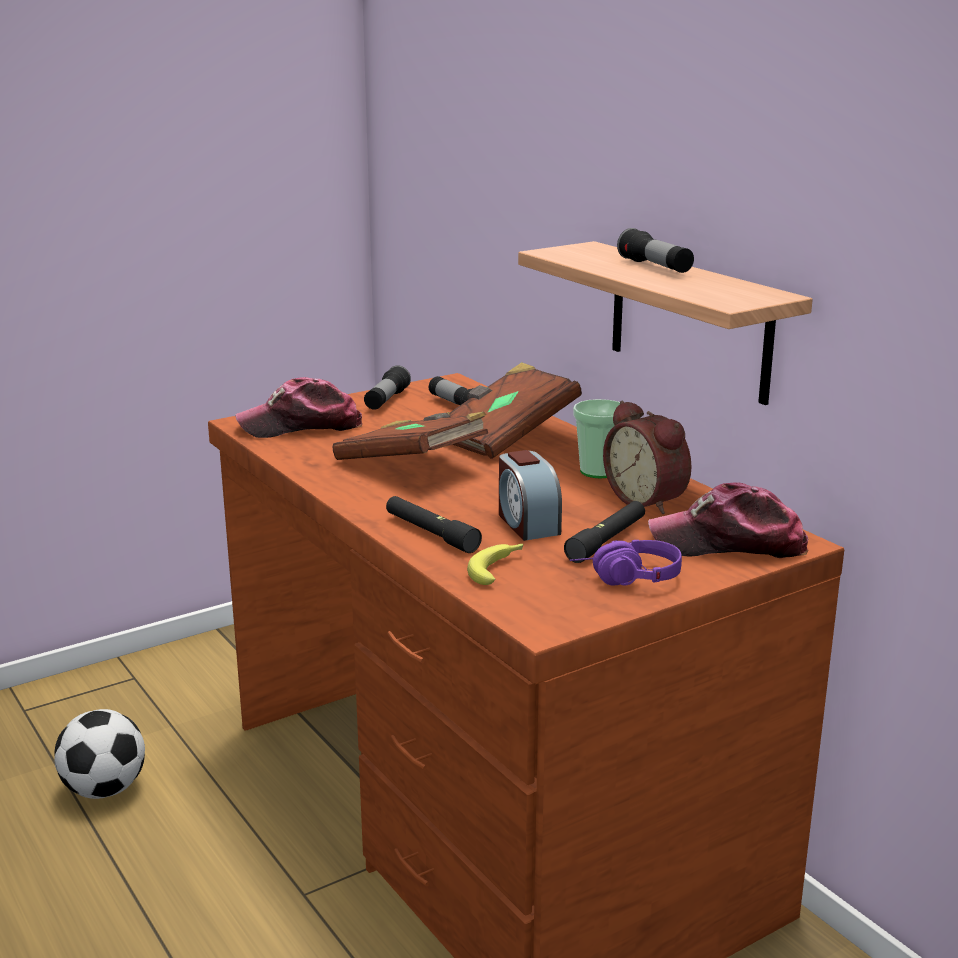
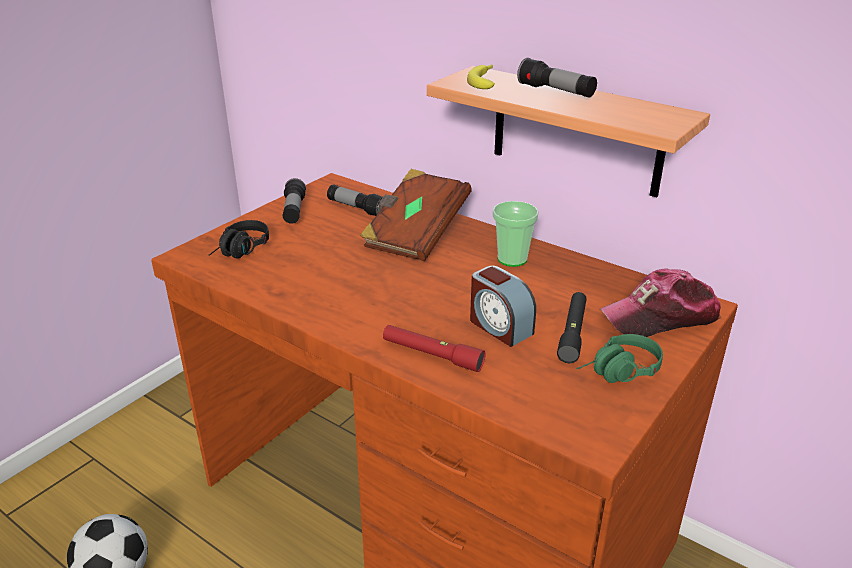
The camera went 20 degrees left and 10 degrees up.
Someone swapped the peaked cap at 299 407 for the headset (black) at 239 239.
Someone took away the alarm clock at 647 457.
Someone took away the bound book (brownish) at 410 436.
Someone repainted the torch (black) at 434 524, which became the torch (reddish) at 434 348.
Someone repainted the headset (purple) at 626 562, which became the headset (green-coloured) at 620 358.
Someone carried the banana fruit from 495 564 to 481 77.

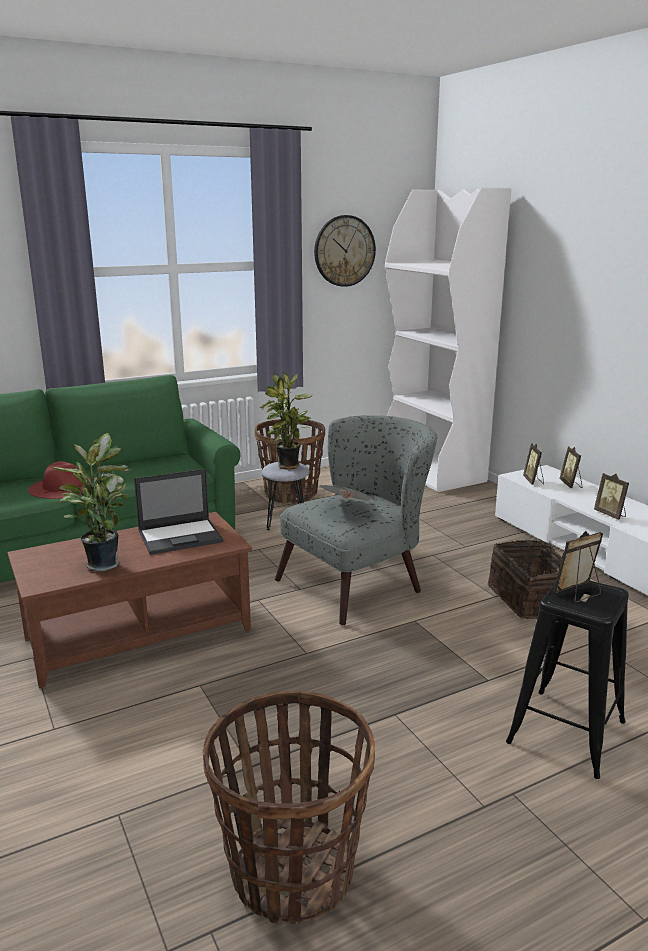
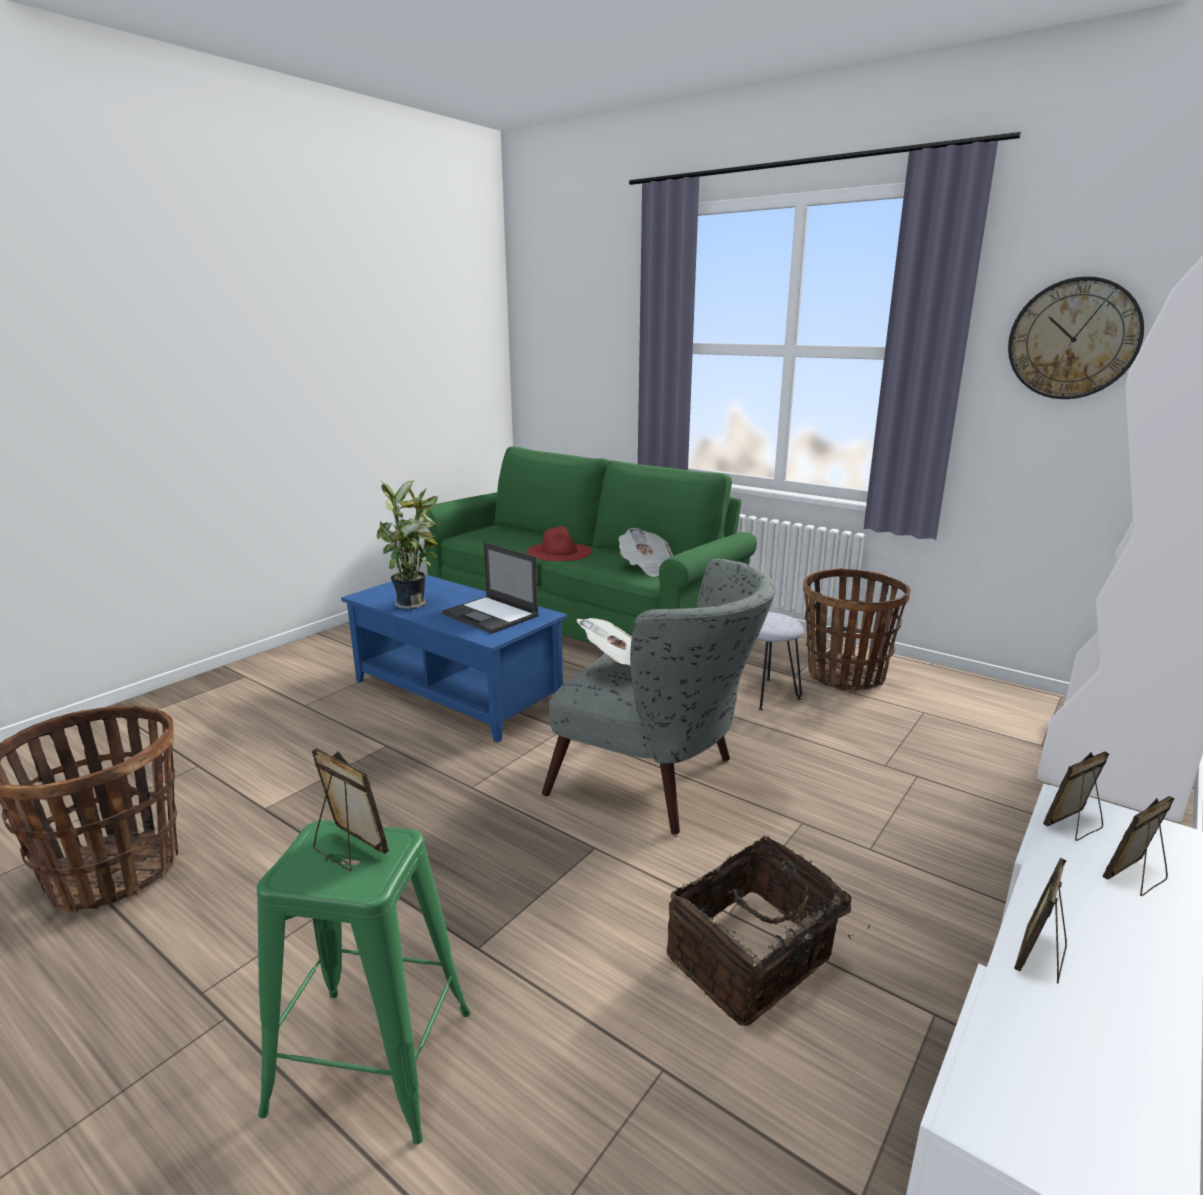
The camera went 65 degrees right and 0 degrees up.
Someone took away the potted plant at 285 420.
Someone repainted the coffee table (brownish) at 129 600, which became the coffee table (blue) at 454 659.
Someone repainted the sitting stool (black) at 567 680, which became the sitting stool (green-coloured) at 364 982.
Someone put down the printed paper at 645 552.

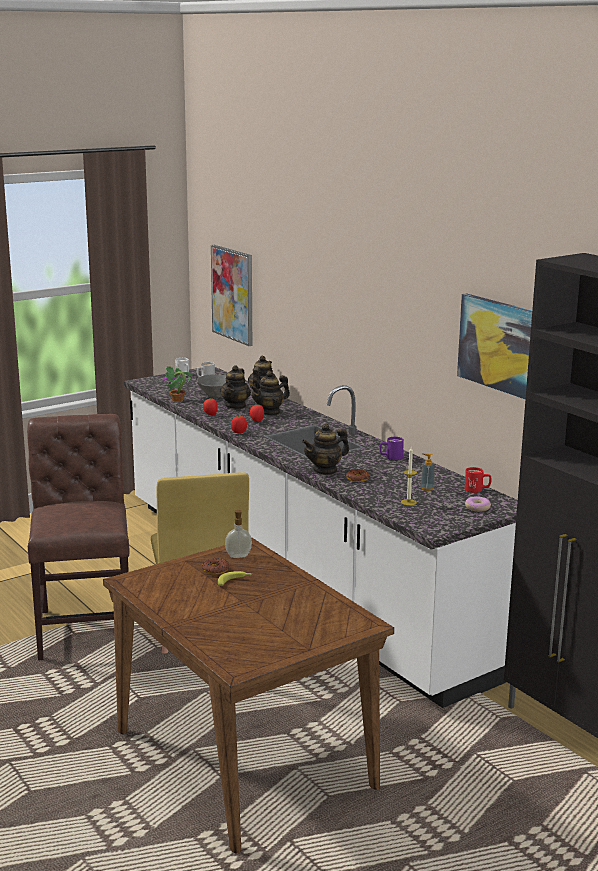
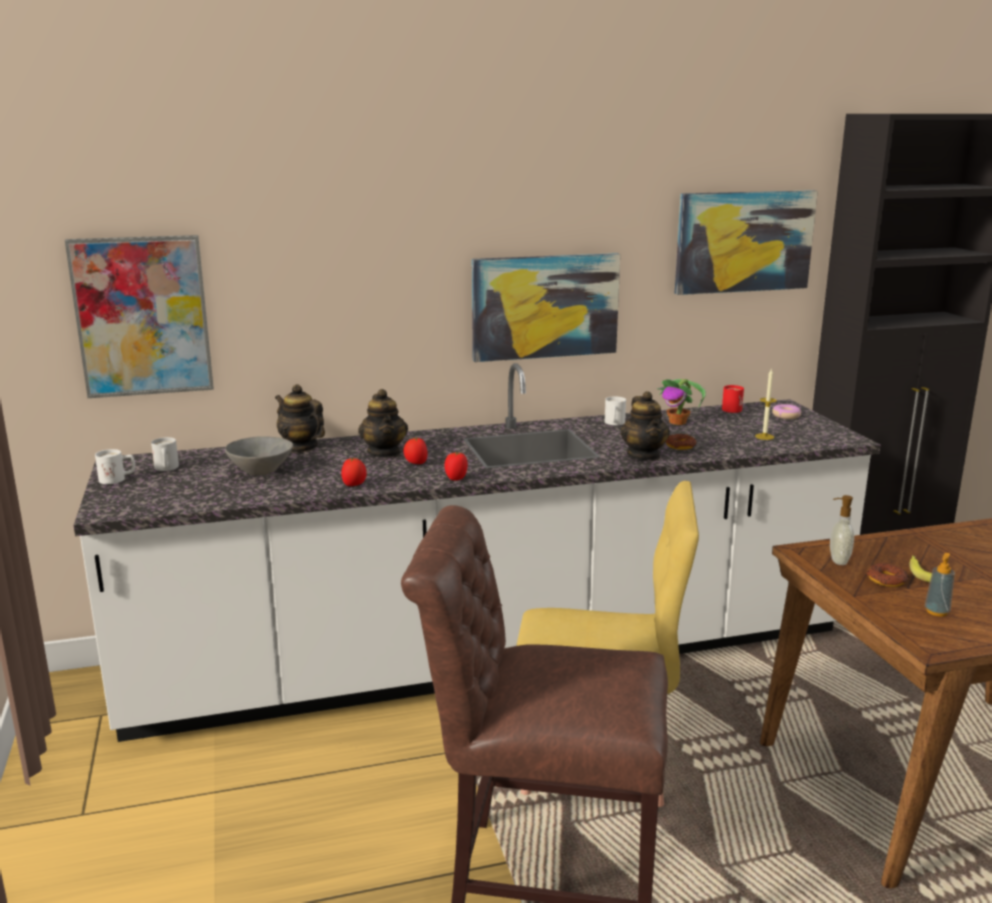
The camera went 70 degrees left and 0 degrees up.
Someone took away the teapot at 235 387.
Someone carried the potted plant from 178 384 to 681 402.
Someone repainted the coffee mug (purple) at 391 448, which became the coffee mug (whitish) at 615 410.
Someone carried the liquid soap bottle from 428 472 to 940 584.
Someone put up the wall picture at 546 307.

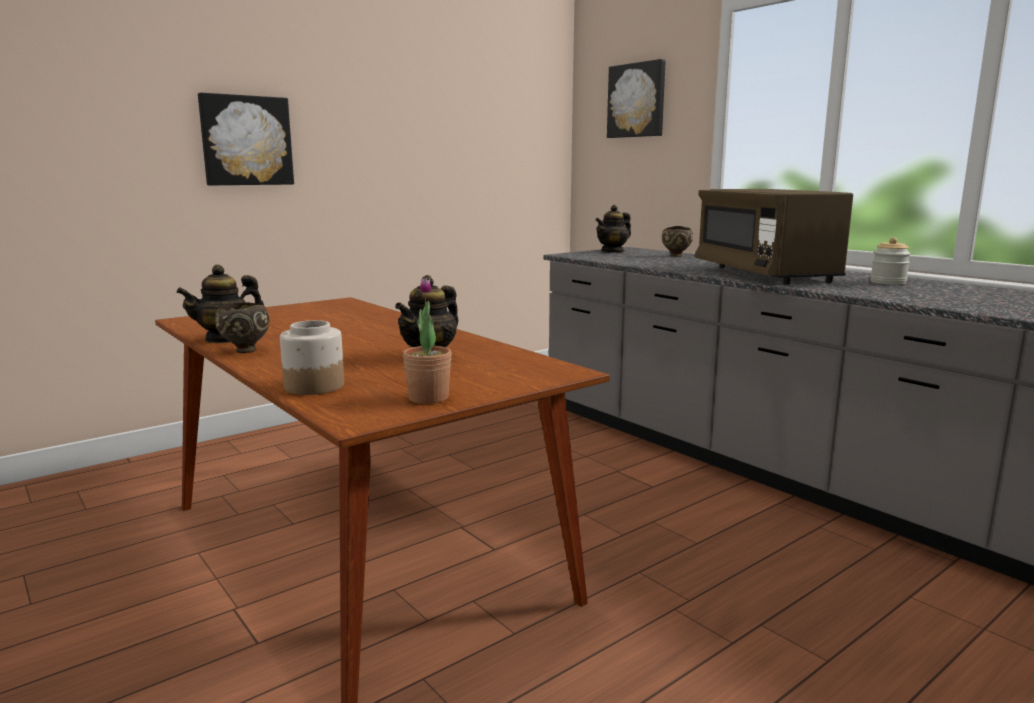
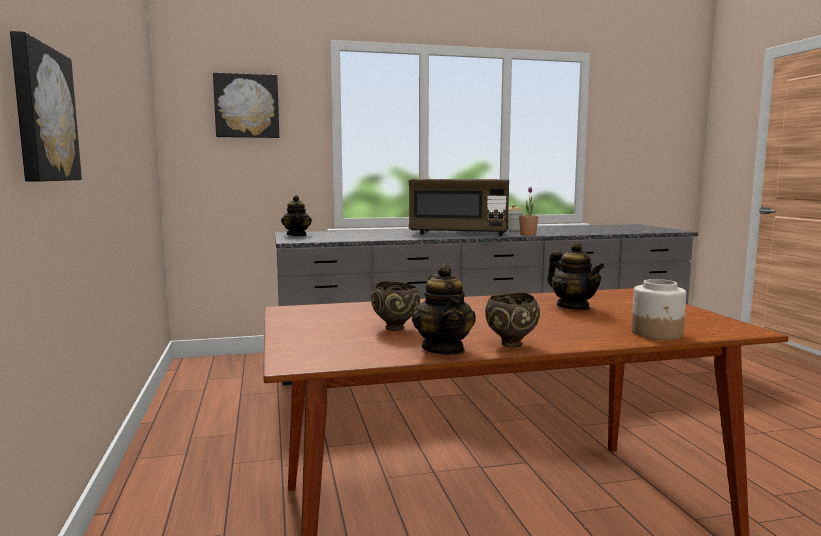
The camera went 65 degrees left and 5 degrees down.
Someone carried the deep dish (brownish) from 677 241 to 395 306.
Someone carried the potted plant from 427 341 to 528 211.

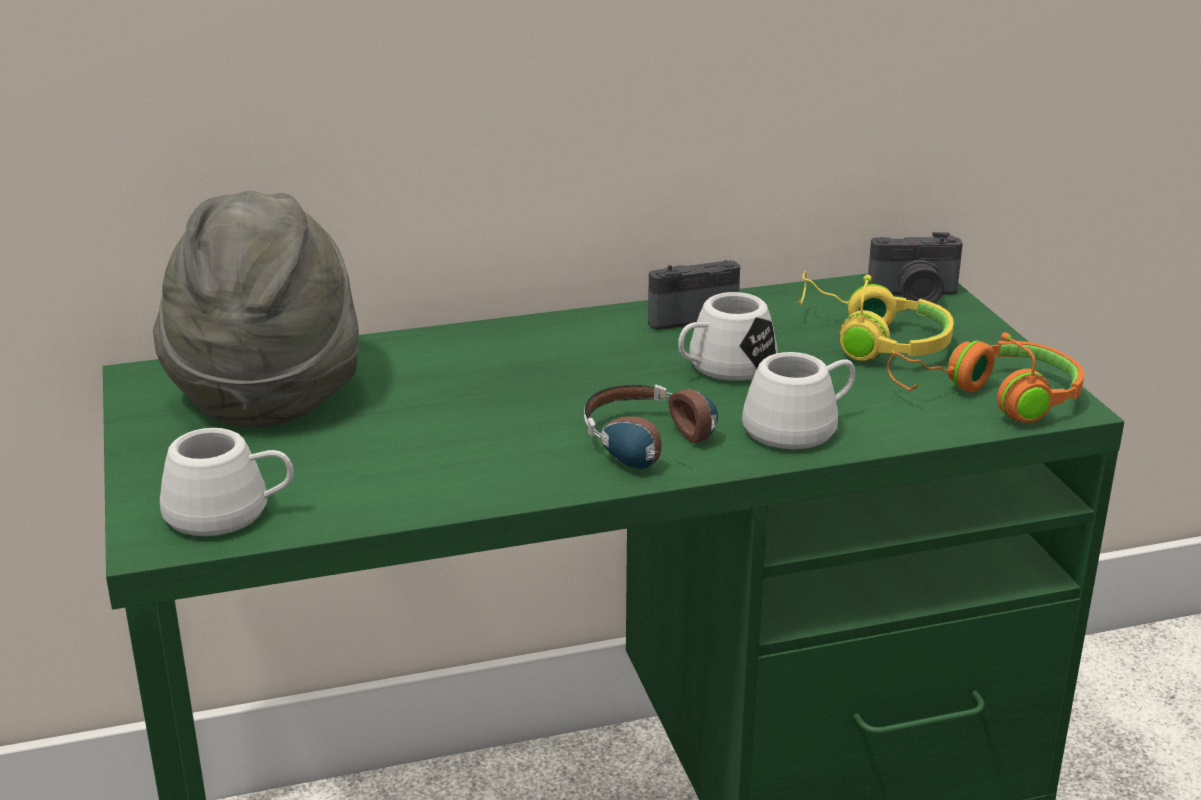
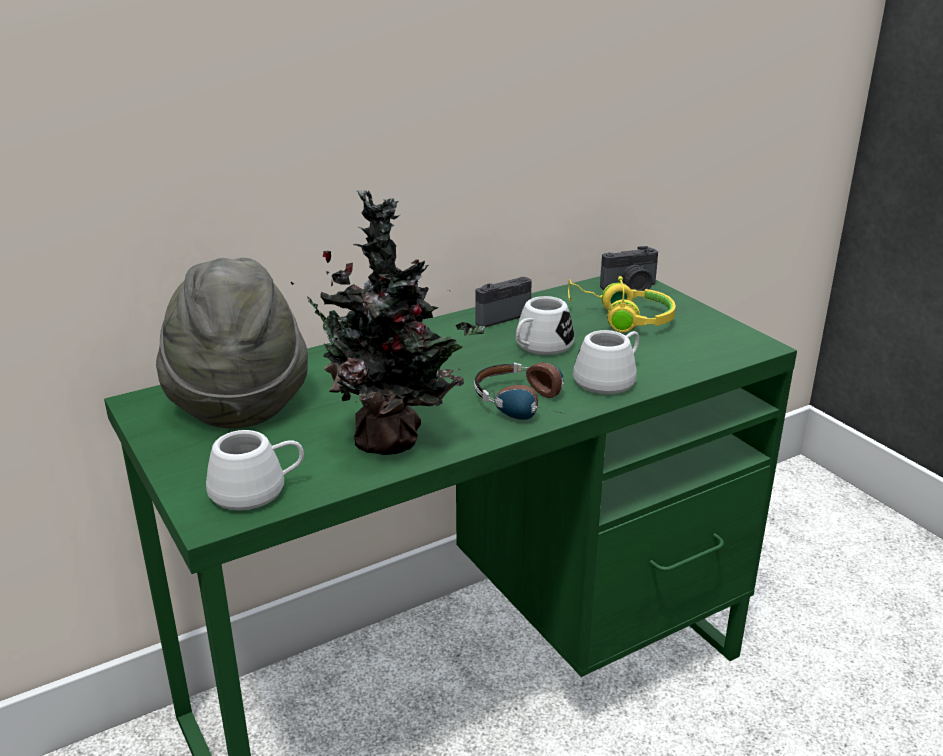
The camera went 15 degrees left and 0 degrees up.
Someone took away the headset (orangey) at 985 377.
Someone put down the potted plant at 388 322.

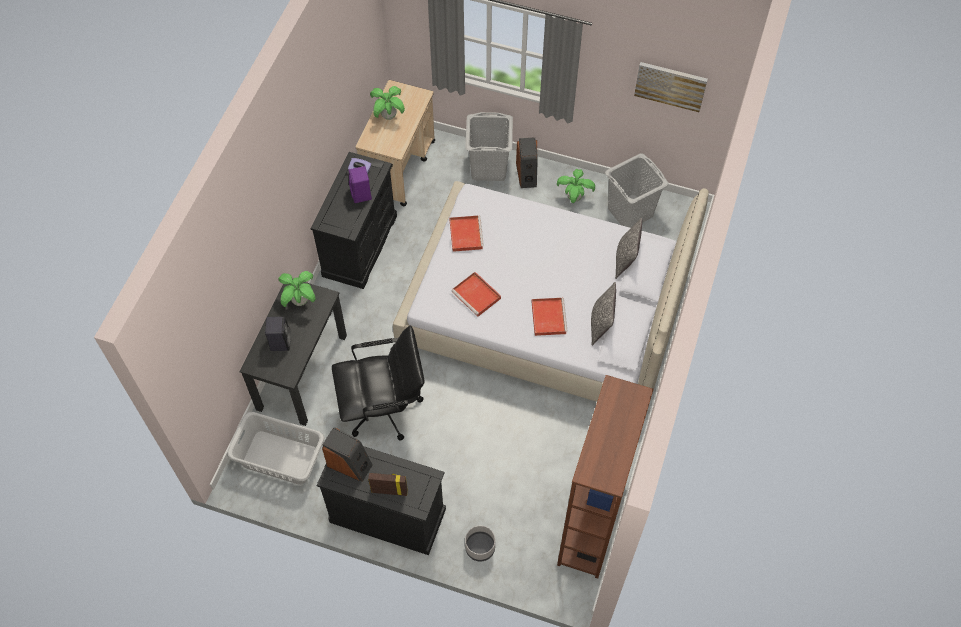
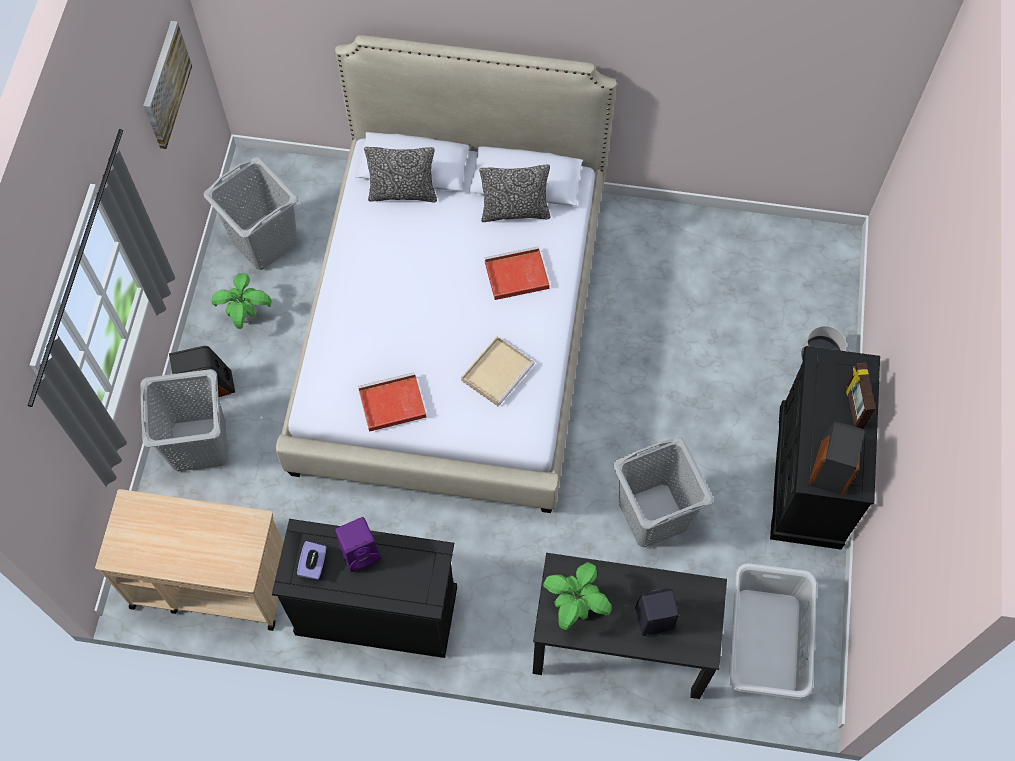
The camera went 100 degrees left and 5 degrees up.
Someone took away the potted plant at 387 103.
Someone repainted the serving tray (reddish) at 476 294, which became the serving tray (beige) at 498 371.
Someone swapped the office chair (black) at 378 383 for the washing basket (gray) at 663 492.
Someone took away the shelving unit (brownish) at 605 477.

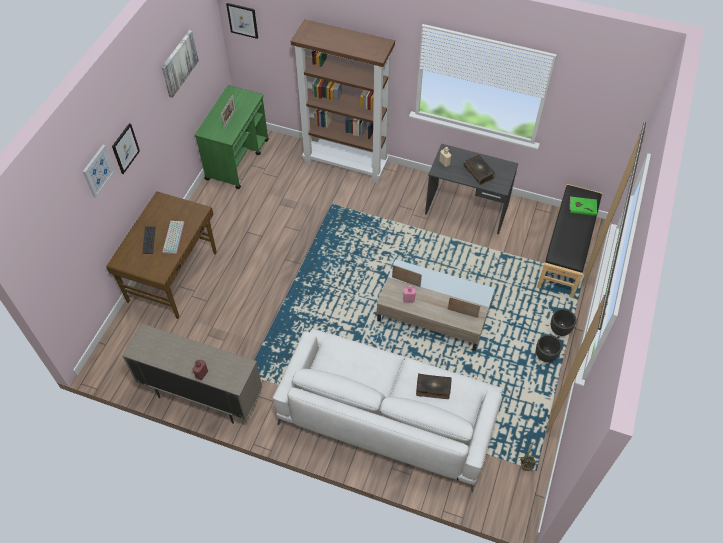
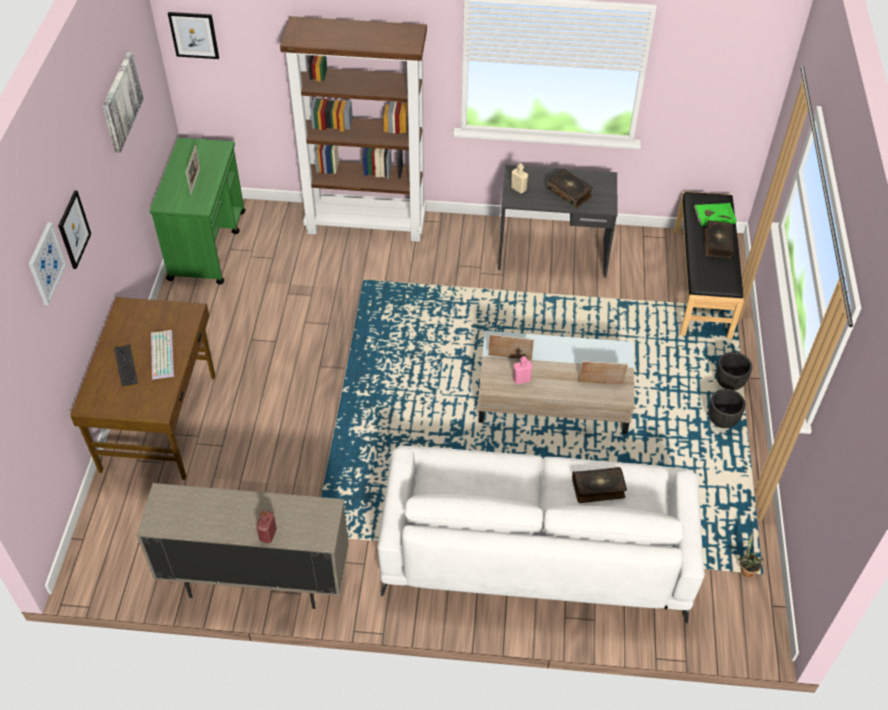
The camera went 15 degrees left and 5 degrees down.
Someone put down the bound book at 719 239.

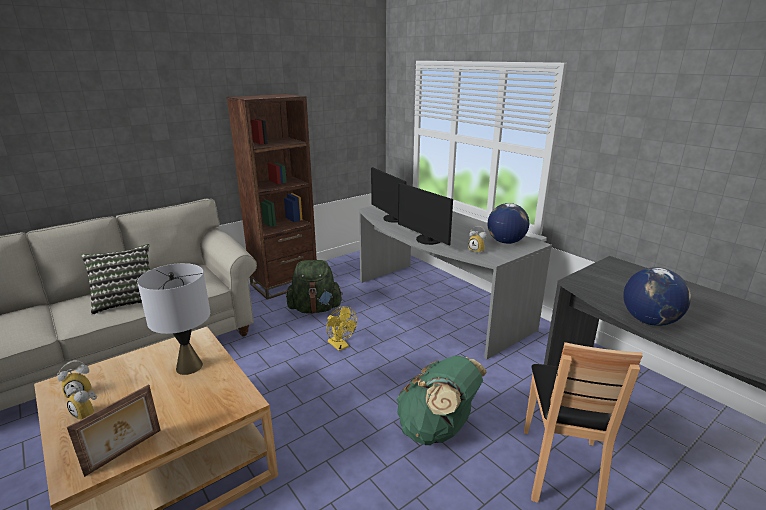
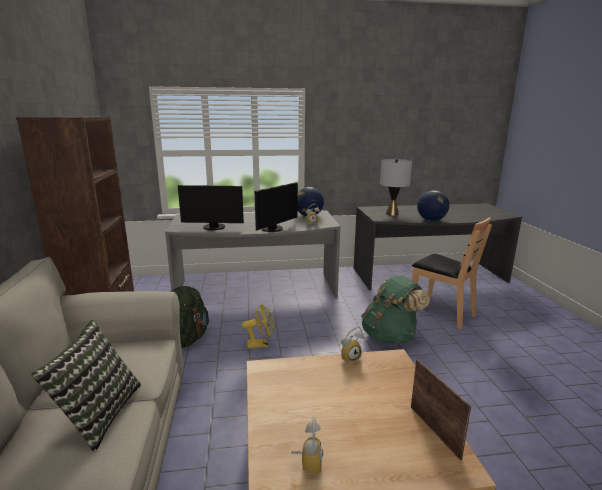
The camera went 60 degrees left and 5 degrees down.
Someone rotated the computer display at 425 213 by 45 degrees counterclockwise.
Someone carried the lamp for a table (gray) from 173 319 to 396 187.
Someone carried the alarm clock from 81 401 to 352 345.

